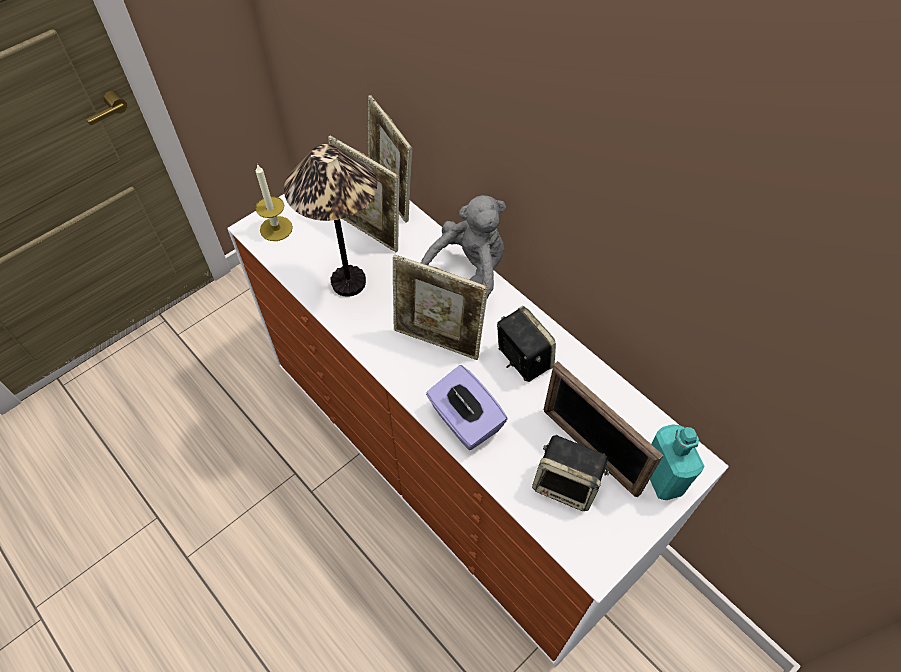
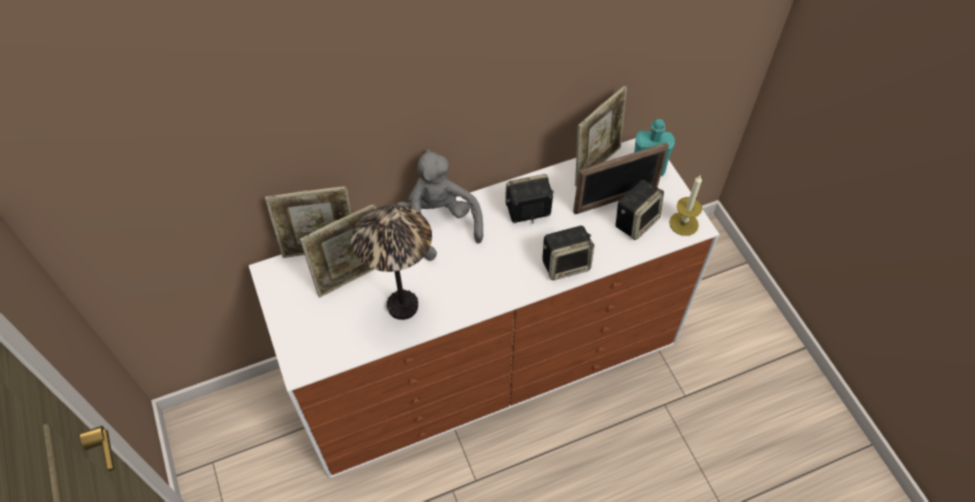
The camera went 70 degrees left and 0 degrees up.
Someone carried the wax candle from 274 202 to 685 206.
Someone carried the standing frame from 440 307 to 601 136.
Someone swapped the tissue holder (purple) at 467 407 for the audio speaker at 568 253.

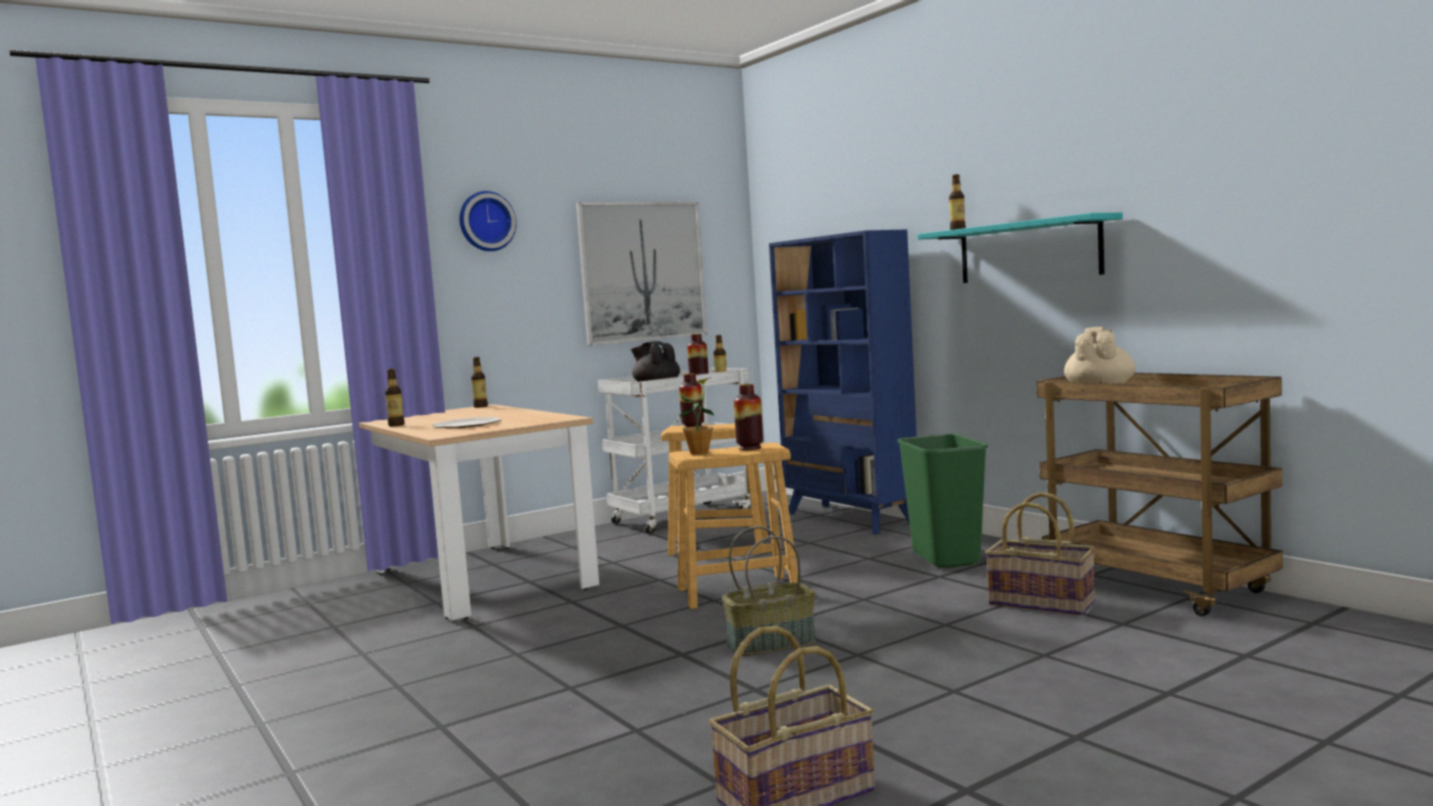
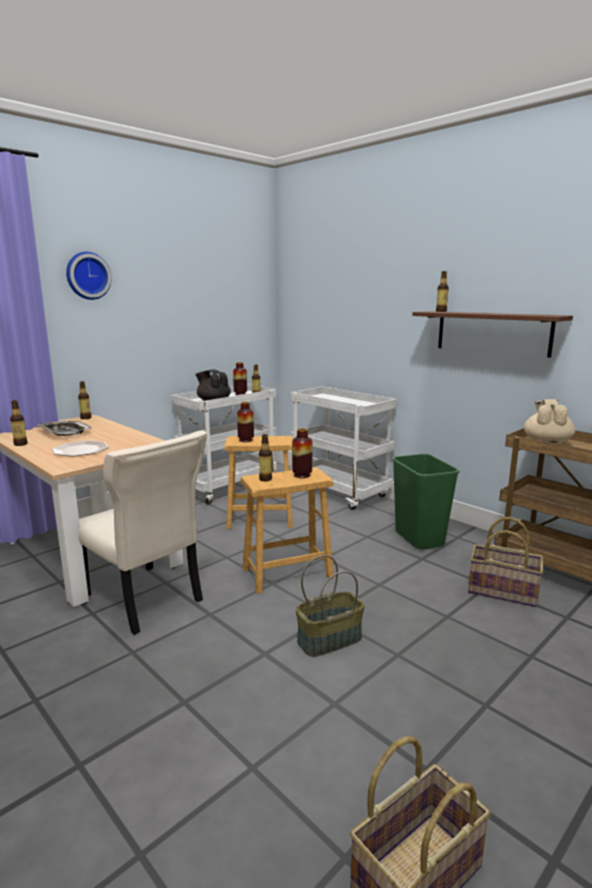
The camera went 10 degrees left and 10 degrees up.
Someone took away the wall picture at 641 274.
Someone repainted the shelf (turquoise-coloured) at 1020 247, which became the shelf (brownish) at 492 334.
Someone swapped the shelving unit (blue) at 843 381 for the cart (whitish) at 344 448.
Someone swapped the potted plant at 697 416 for the beverage bottle at 265 457.
Someone put down the serving tray at 65 428.
Someone put down the plain chair (beige) at 142 532.

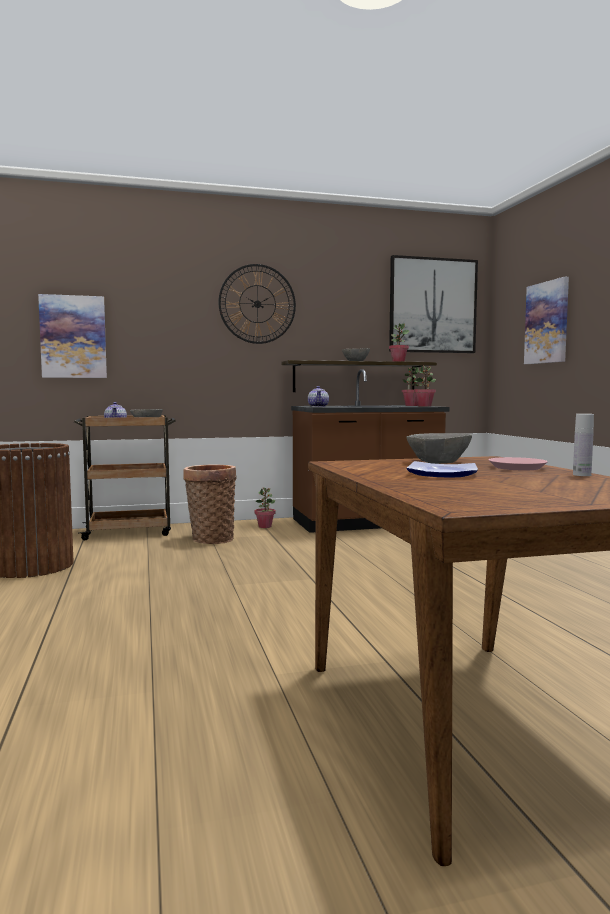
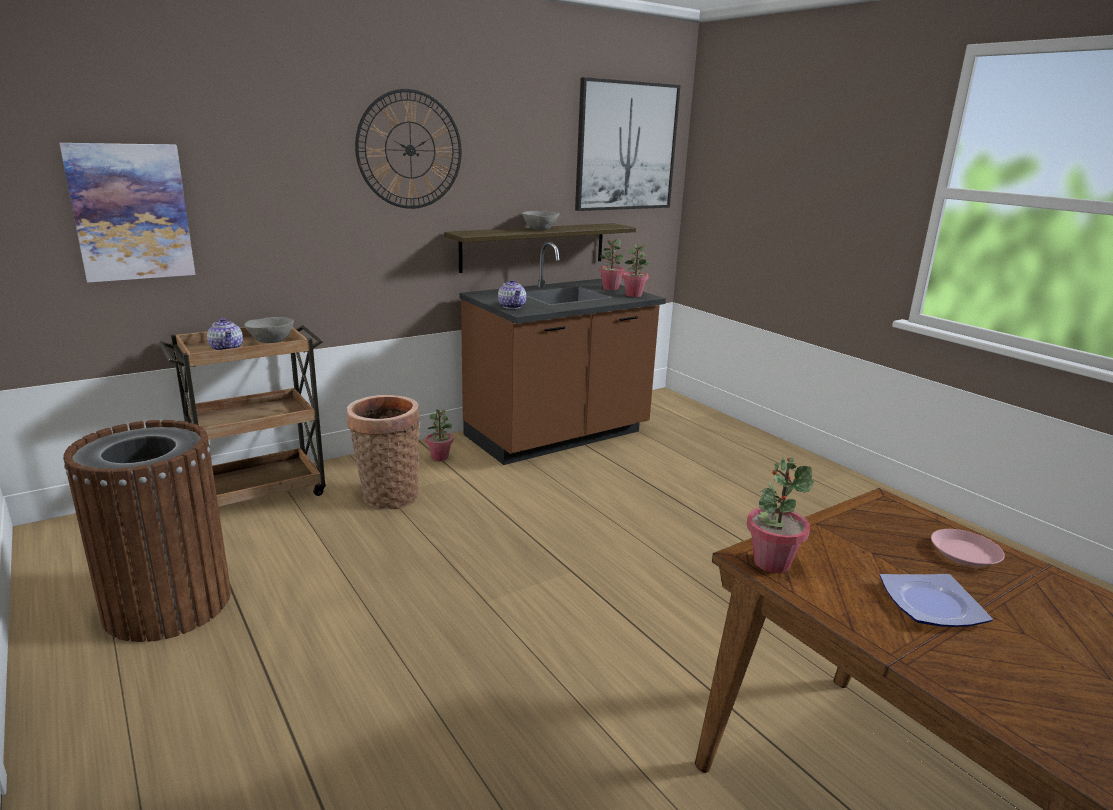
The camera went 20 degrees left and 15 degrees up.
Someone took away the wall picture at 546 320.
Someone carried the potted plant from 399 342 to 780 515.
Someone took away the beverage bottle (whitish) at 583 445.
Someone took away the deep dish (gray) at 439 448.

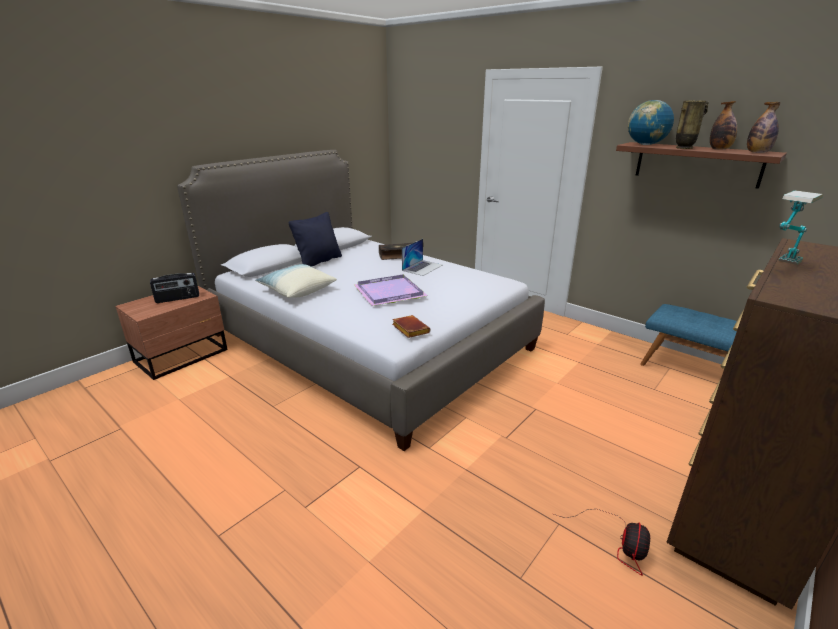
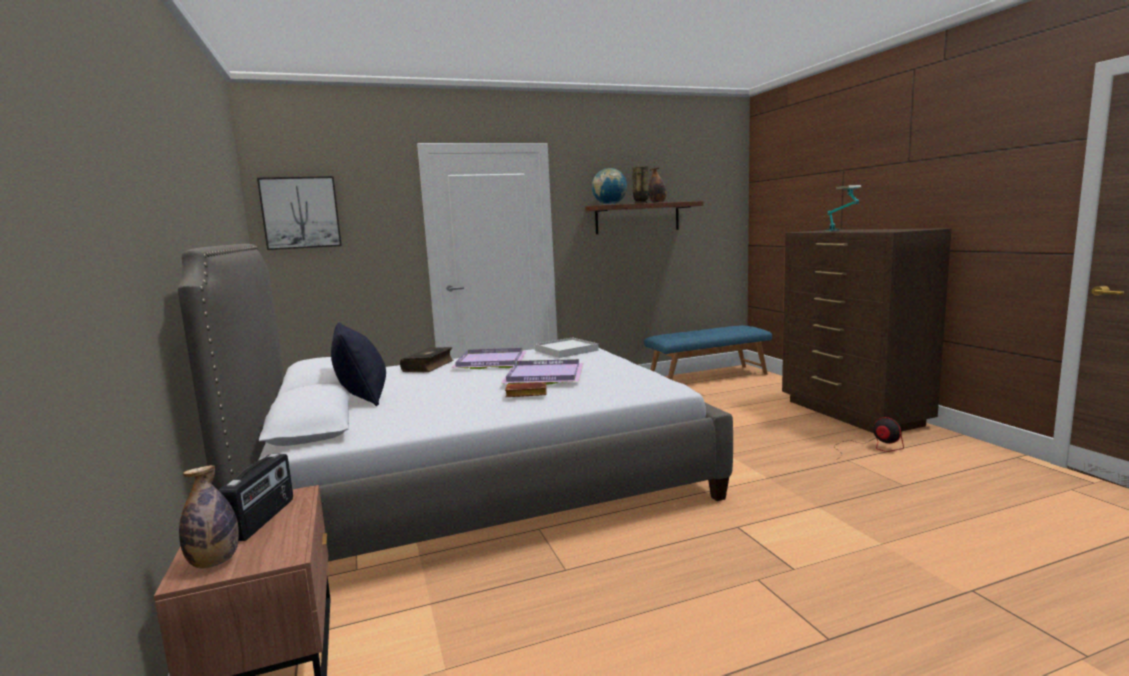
The camera went 60 degrees left and 15 degrees down.
Someone carried the beverage bottle from 763 127 to 209 516.
Someone swapped the portable computer at 422 257 for the serving tray (purple) at 488 358.
Someone took away the cushion at 296 281.
Someone carried the bound book (brownish) from 411 326 to 526 389.
Someone put up the wall picture at 299 213.
Someone put down the serving tray (whitish) at 567 347.

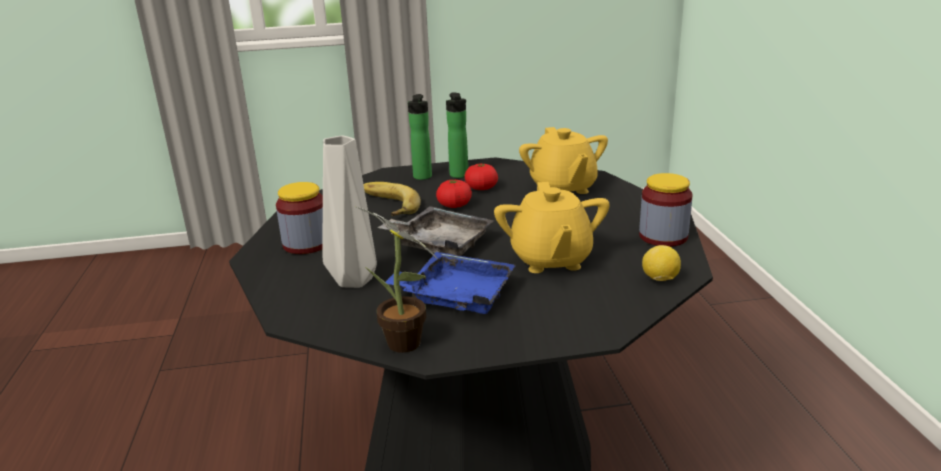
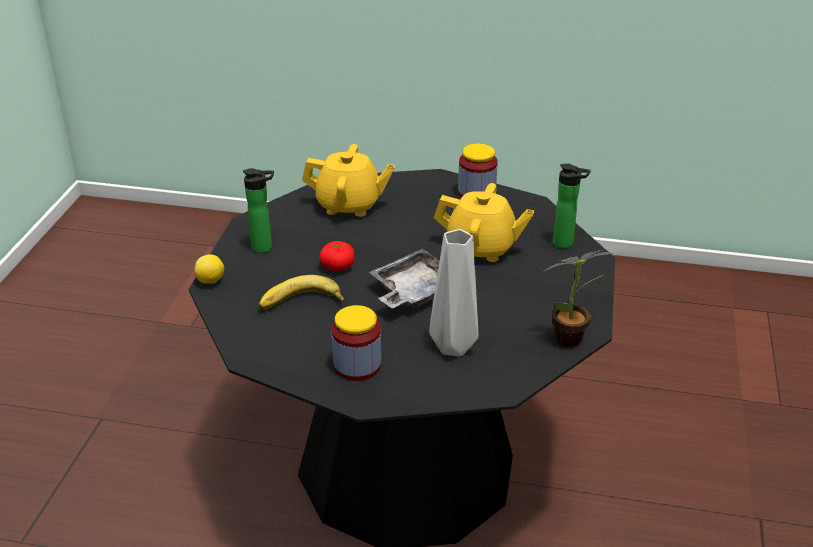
The camera went 70 degrees left and 10 degrees up.
Someone carried the beverage bottle from 420 137 to 572 206.
Someone took away the whole tomato at 481 177.
Someone carried the lemon from 661 263 to 209 269.
Someone took away the serving tray (blue) at 451 283.

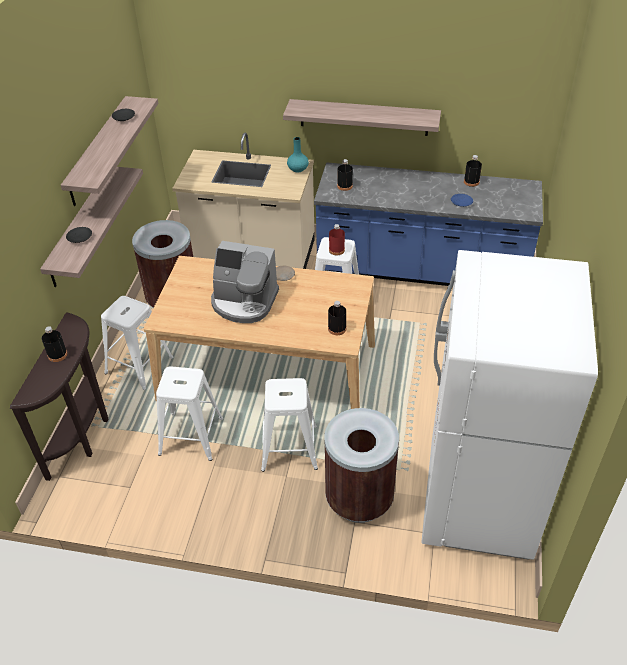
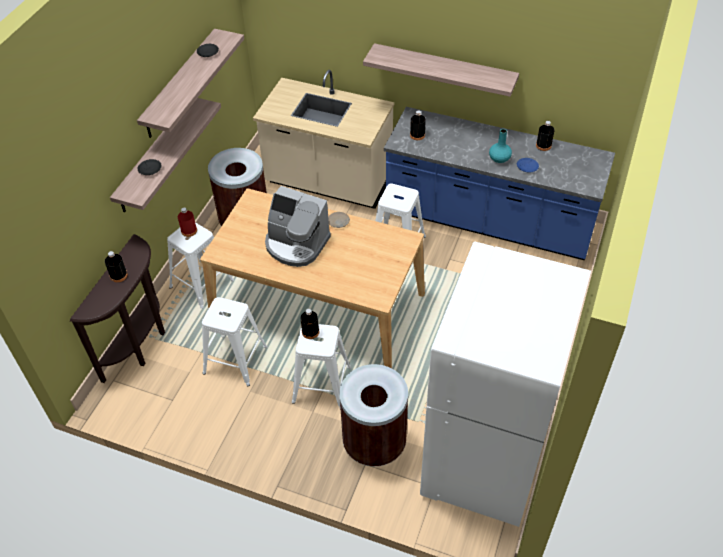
The camera went 10 degrees right and 5 degrees up.
Someone carried the decorative vase (turquoise-coloured) from 298 155 to 500 146.
Someone carried the beverage bottle (reddish) from 337 239 to 187 222.
Someone carried the beverage bottle (black) from 337 318 to 309 324.

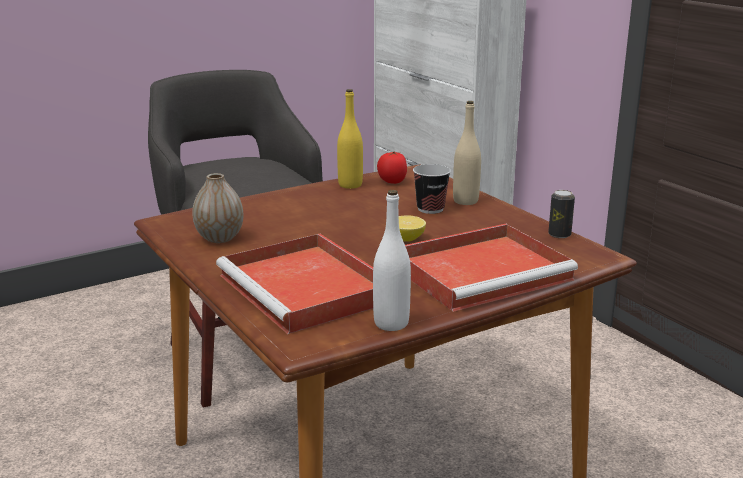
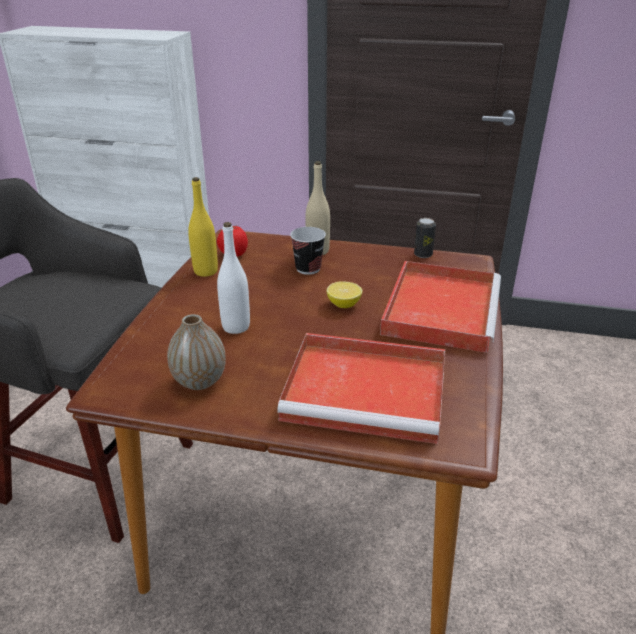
The camera went 45 degrees left and 10 degrees up.
Someone carried the beverage bottle (whitish) from 392 260 to 233 278.

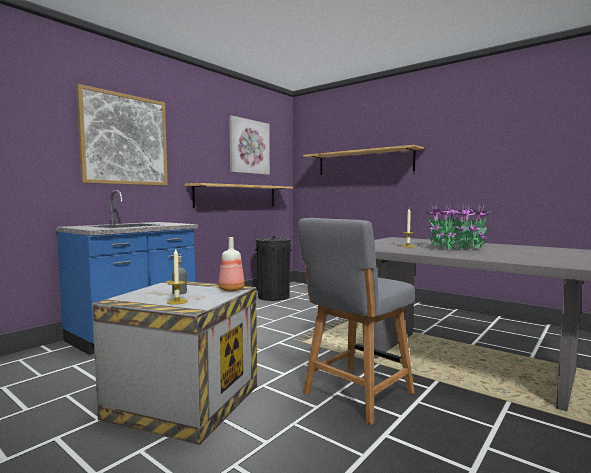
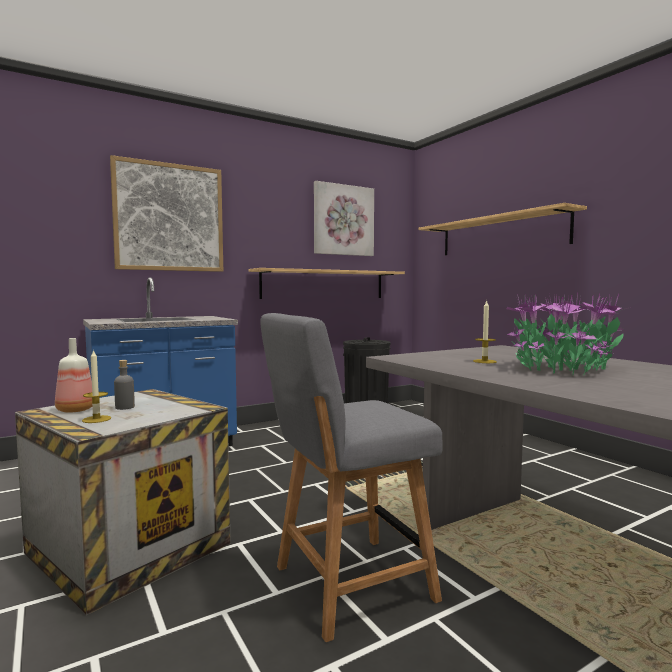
The camera went 20 degrees right and 0 degrees up.
Someone carried the beverage bottle from 231 264 to 73 375.

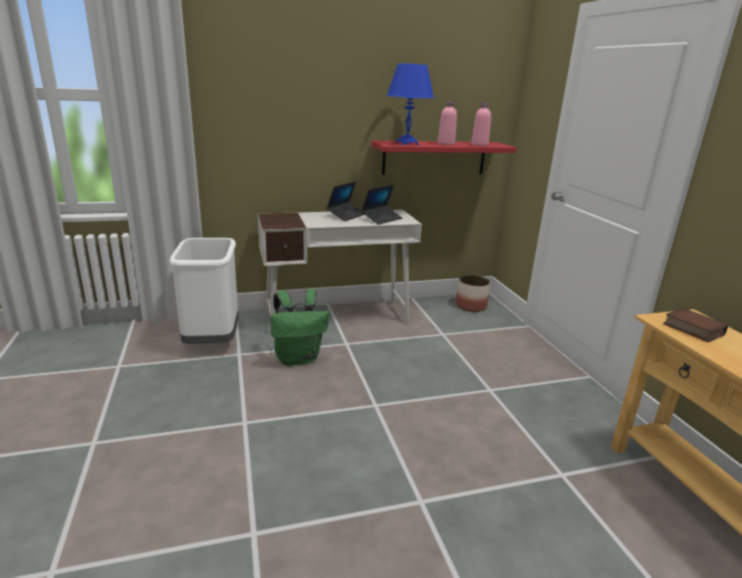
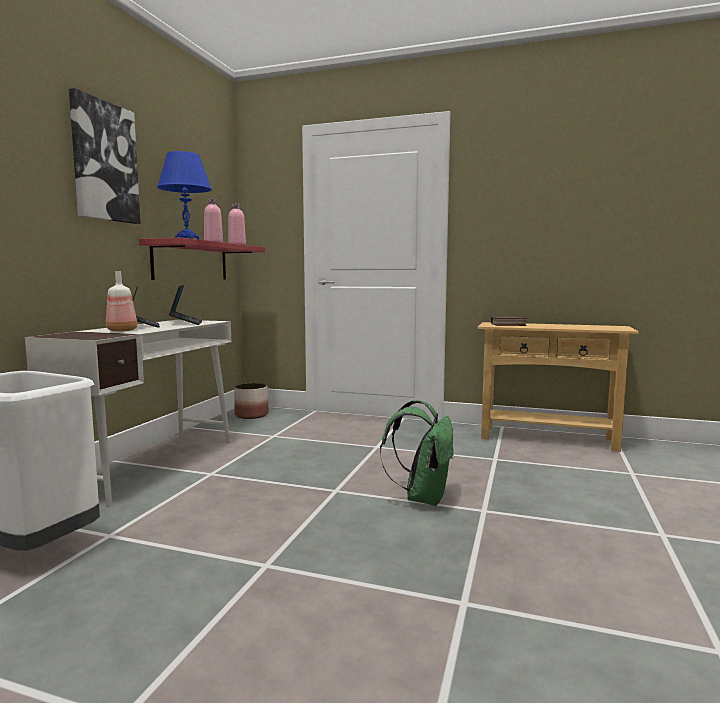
The camera went 55 degrees left and 15 degrees down.
Someone carried the backpack (green-coloured) from 299 327 to 417 453.
Someone put up the wall picture at 105 156.
Someone put down the beverage bottle at 121 301.

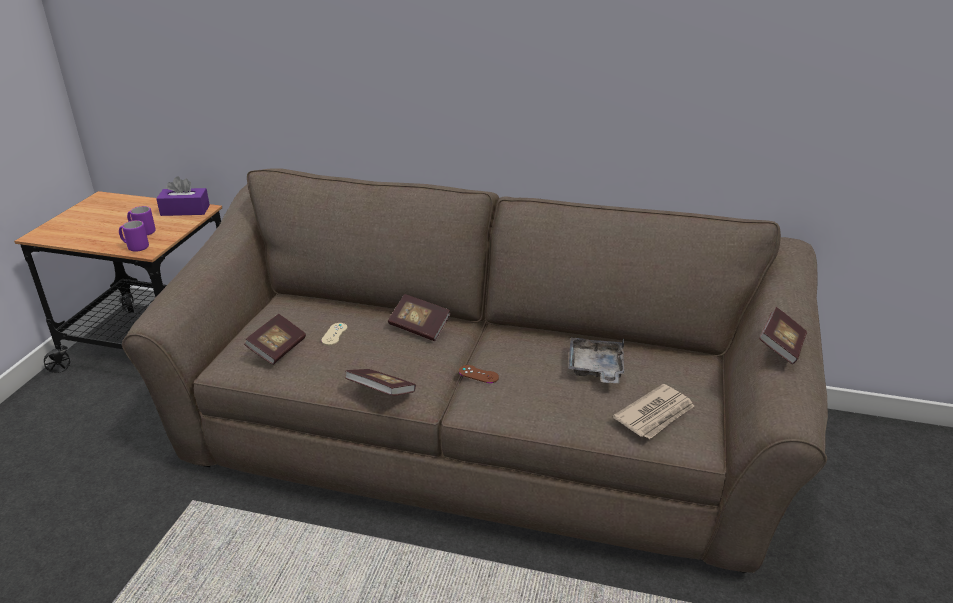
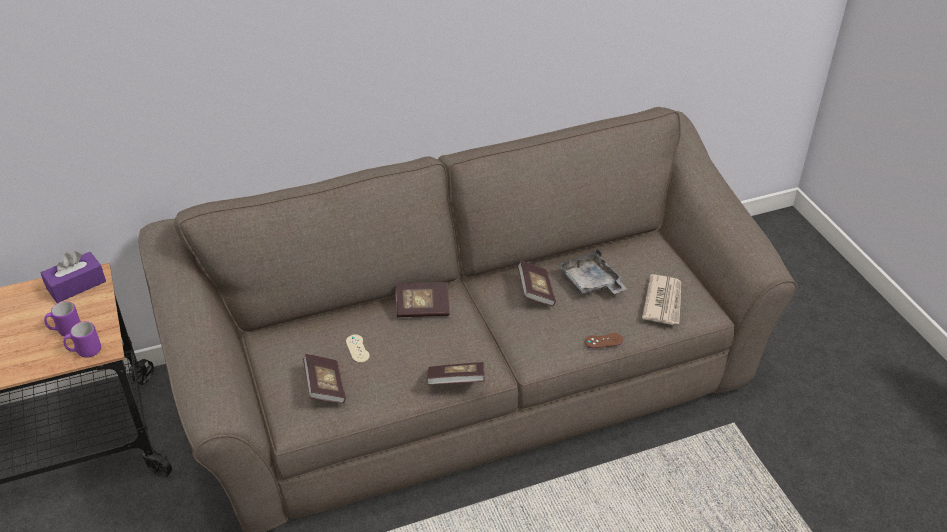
The camera went 35 degrees left and 10 degrees up.
Someone carried the bound book from 783 335 to 536 283.
Someone carried the joypad (brownish) from 479 374 to 604 340.

